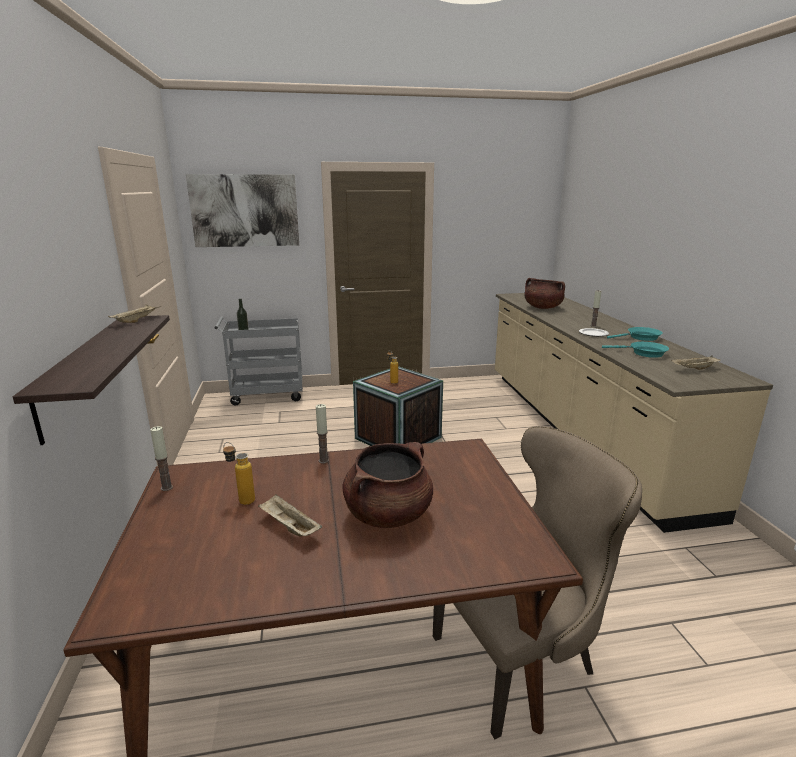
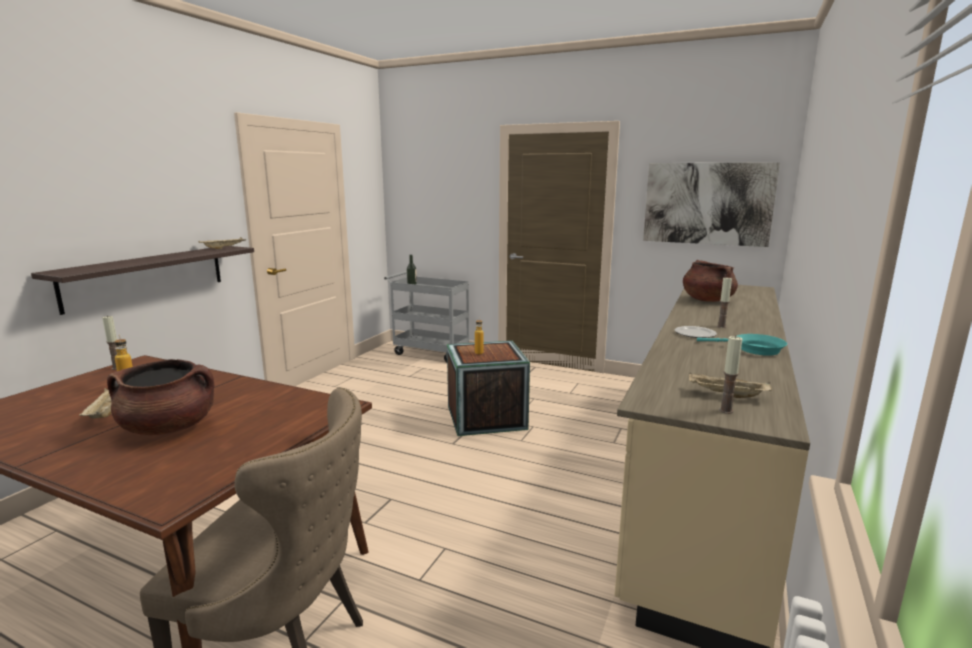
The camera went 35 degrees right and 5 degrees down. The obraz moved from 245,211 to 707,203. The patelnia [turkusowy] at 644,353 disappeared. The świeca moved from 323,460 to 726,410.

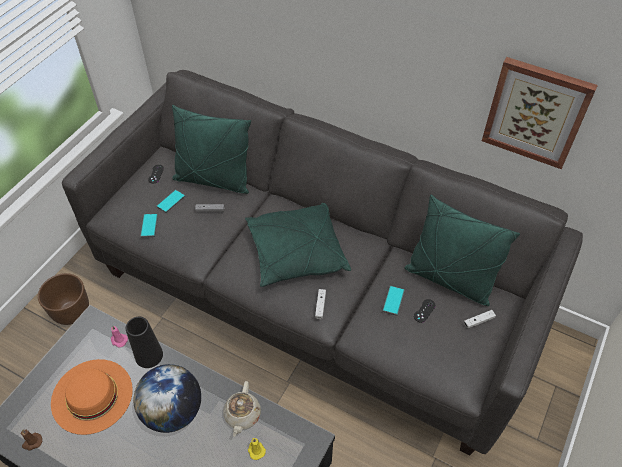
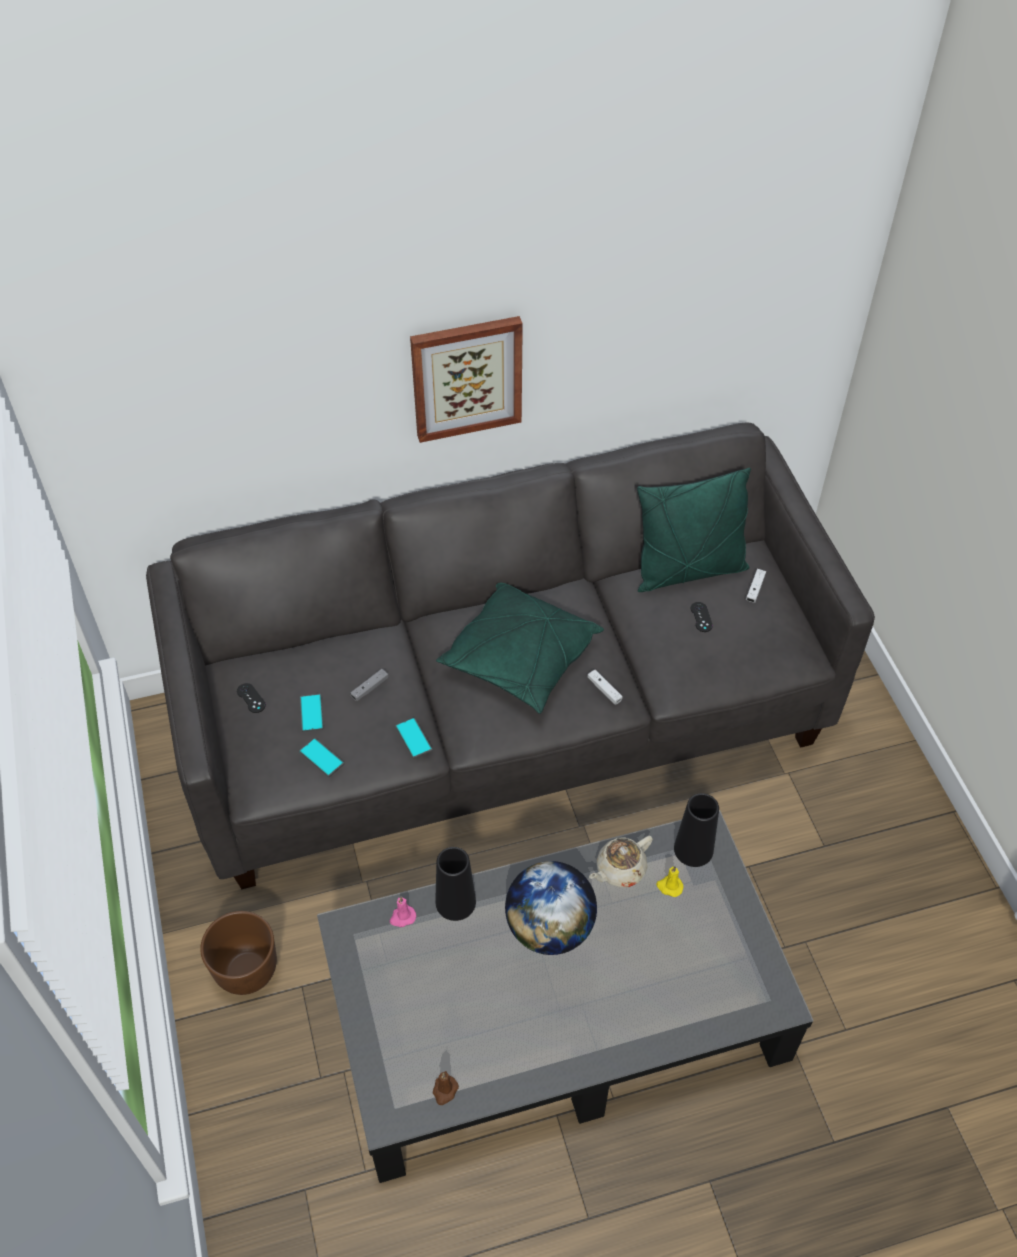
The camera went 45 degrees left and 0 degrees up. The obraz moved from 536,112 to 466,377. The poduszka [zielony] at 213,180 disappeared. The telefon moved from 393,300 to 414,738. The kapelusz [pomarańczowy] at 92,396 disappeared. The imbryk [beżowy] at 242,415 turned 90 degrees clockwise. The wazon [czarny] at 693,849 appeared.

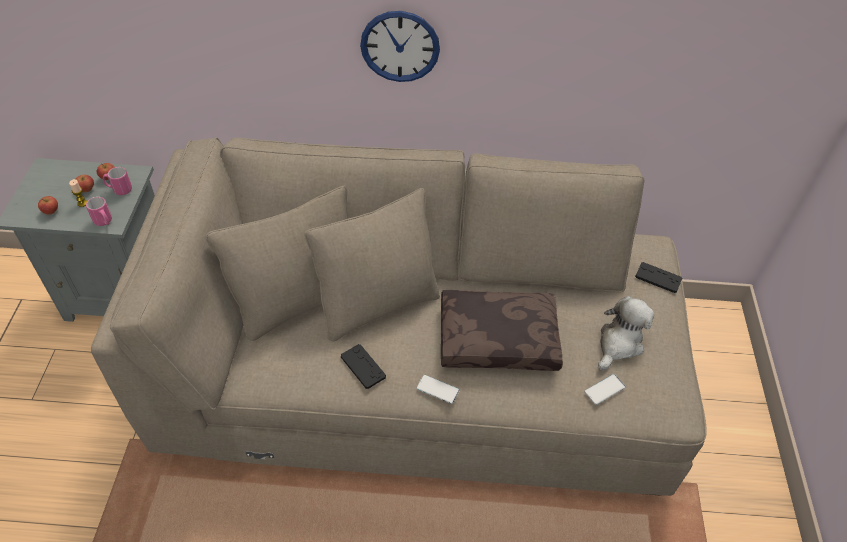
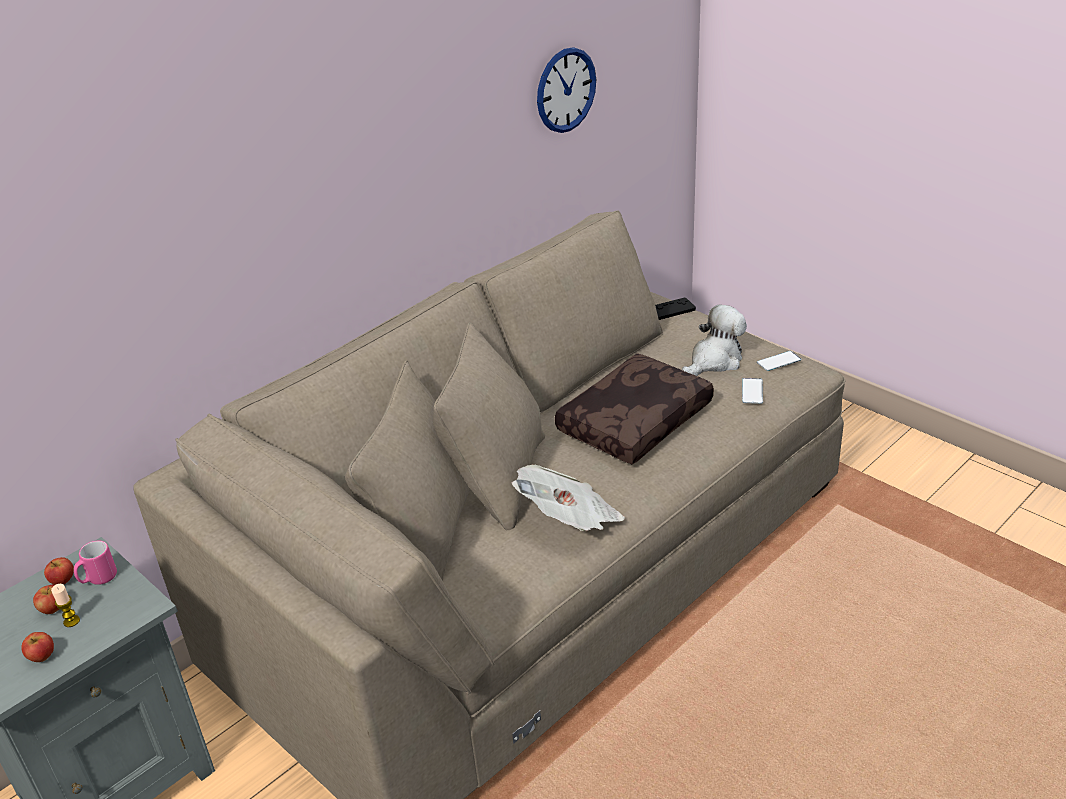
The camera went 45 degrees left and 15 degrees down. The zegar ścienny moved from 400,46 to 566,90. The kubek [różowy] at 104,222 disappeared. The pluszak at 619,343 turned 60 degrees clockwise. The pad do gier [czarny] at 363,367 was replaced by the gazeta at 570,520. The telefon moved from 438,389 to 779,361.

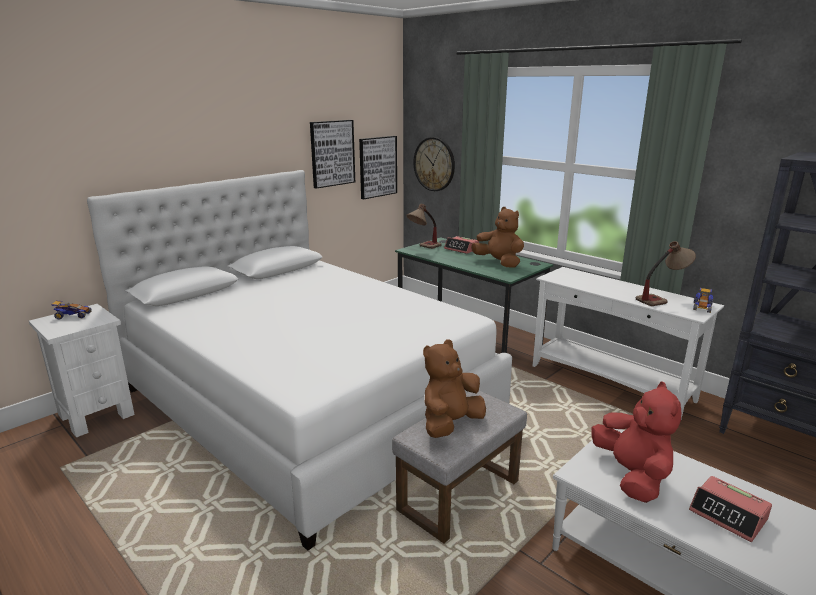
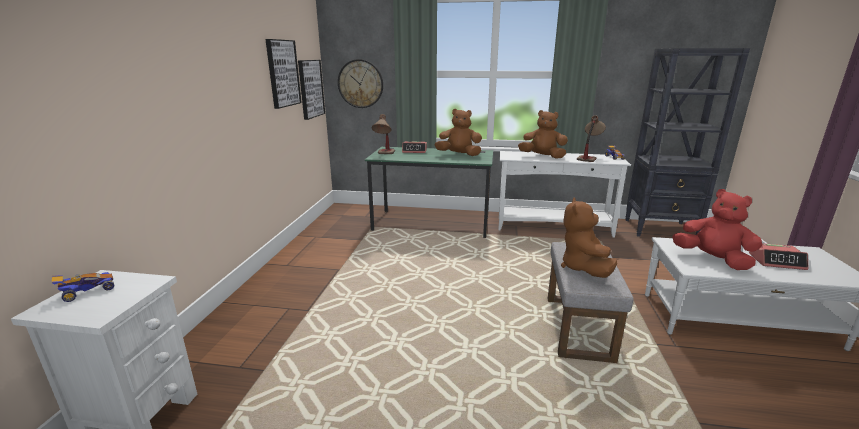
The camera went 35 degrees left and 0 degrees up. The łóżko [biały] at 309,402 disappeared. The pluszak [brązowy] at 542,157 appeared.

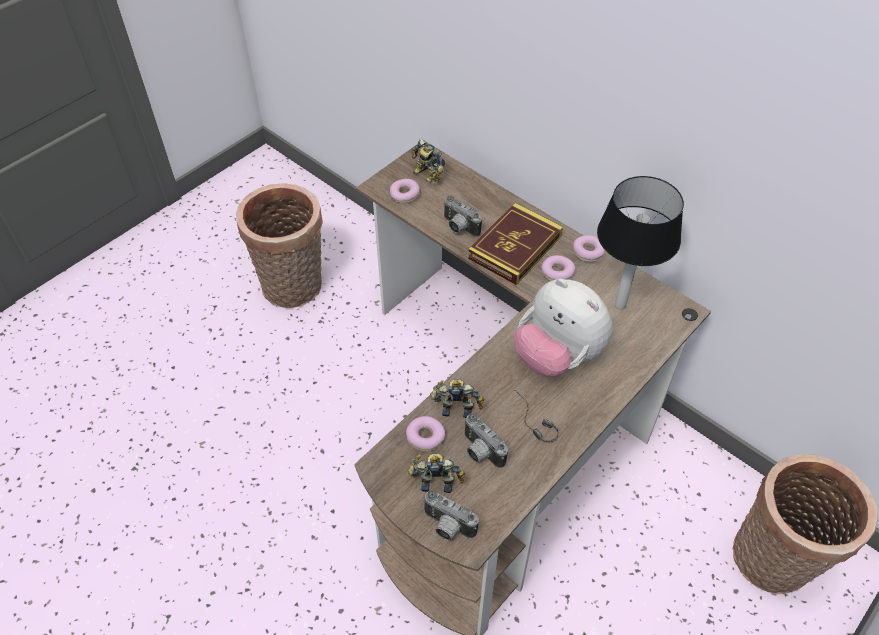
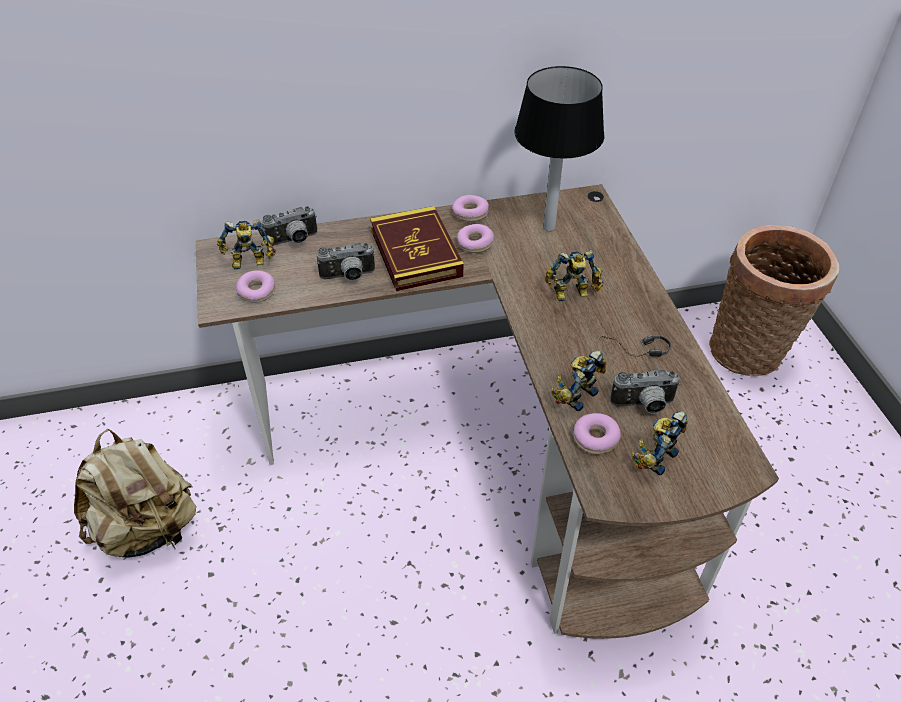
The camera went 55 degrees left and 5 degrees down. The koszyk at 294,288 was replaced by the plecak [beżowy] at 148,529. The pluszak at 557,356 was replaced by the robot zabawkowy at 572,294. The aparat fotograficzny moved from 447,527 to 293,241.

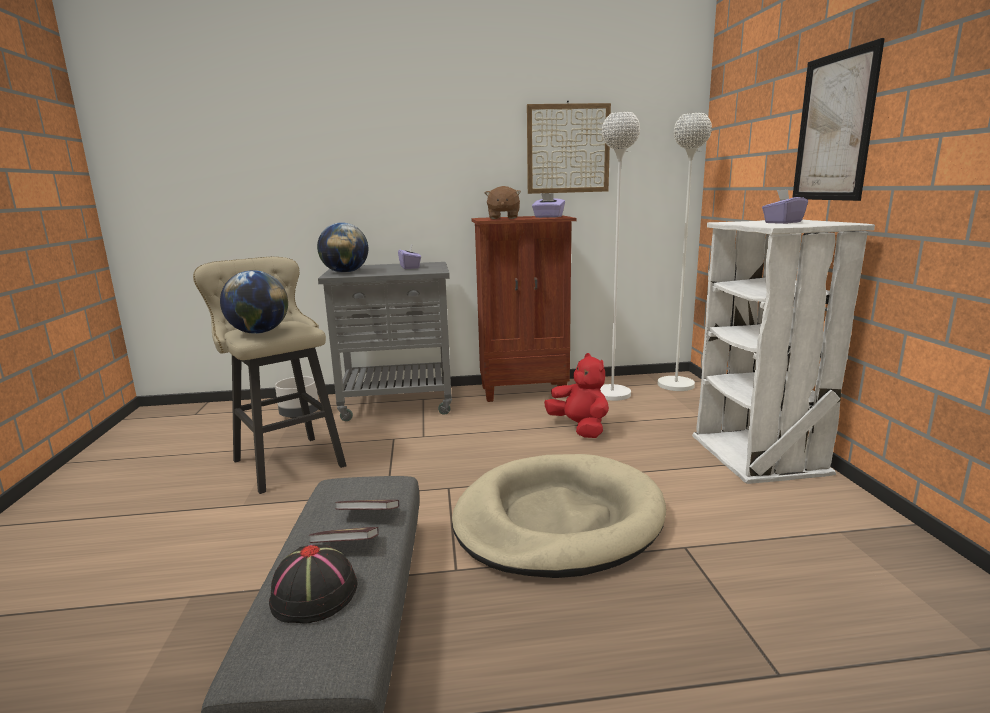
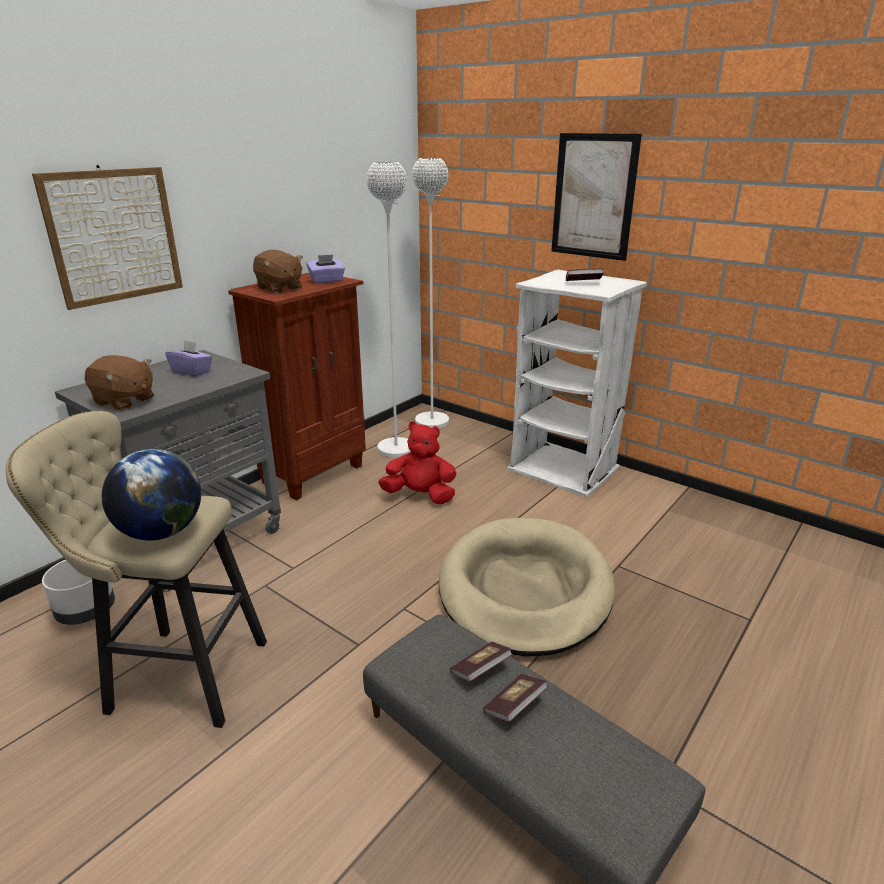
The camera went 45 degrees left and 10 degrees up. The obraz moved from 568,147 to 113,234. The pudełko chusteczek [fioletowy] at 782,222 was replaced by the książka at 583,283. The globus at 345,272 was replaced by the pluszak [brązowy] at 124,401. The kapelusz [czarny] at 314,595 disappeared.

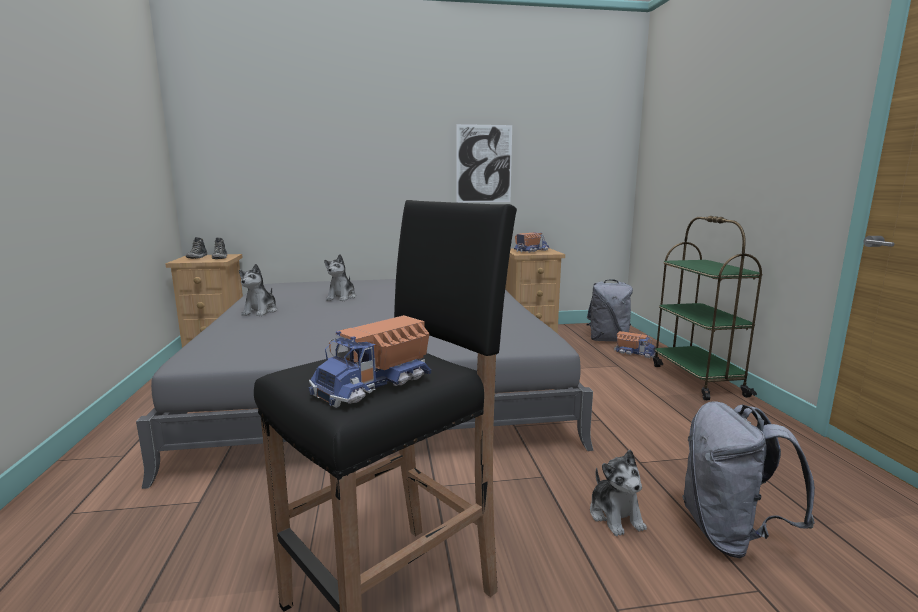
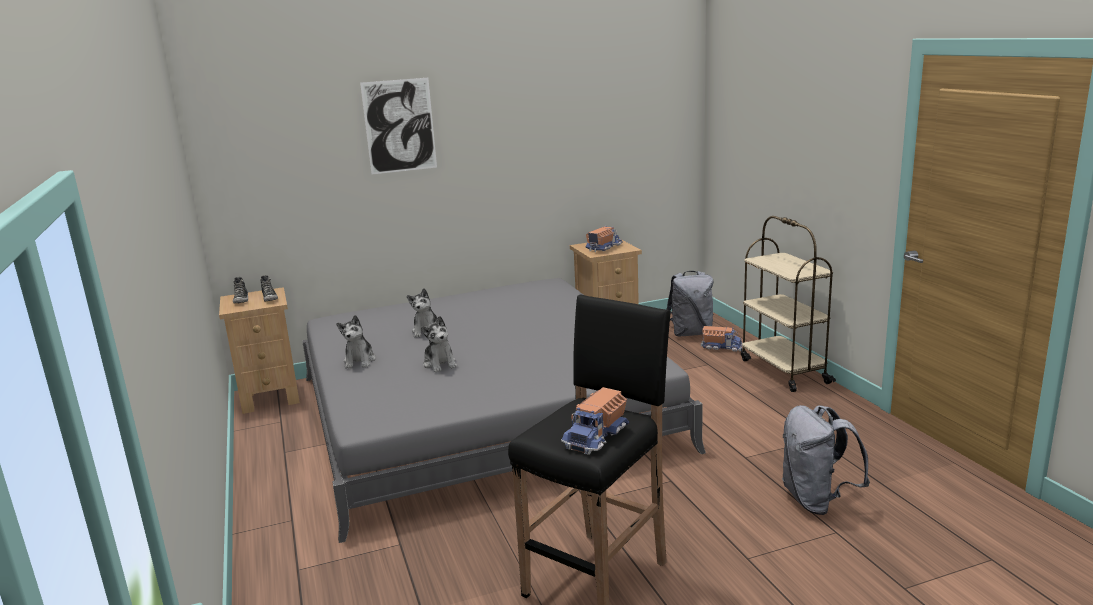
The camera went 10 degrees left and 5 degrees up. The obraz moved from 484,164 to 399,126. The wózek [zielony] at 697,379 became the wózek [beżowy] at 783,370. The pluszak moved from 615,516 to 440,364.

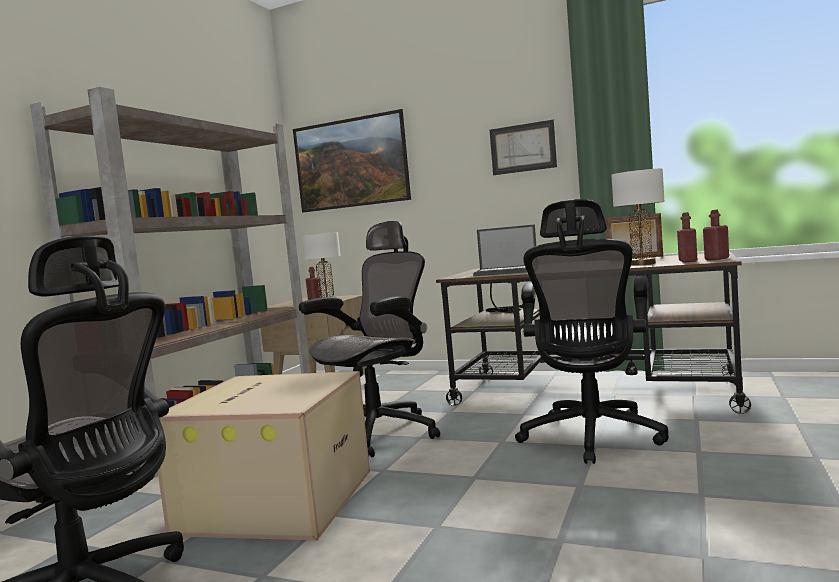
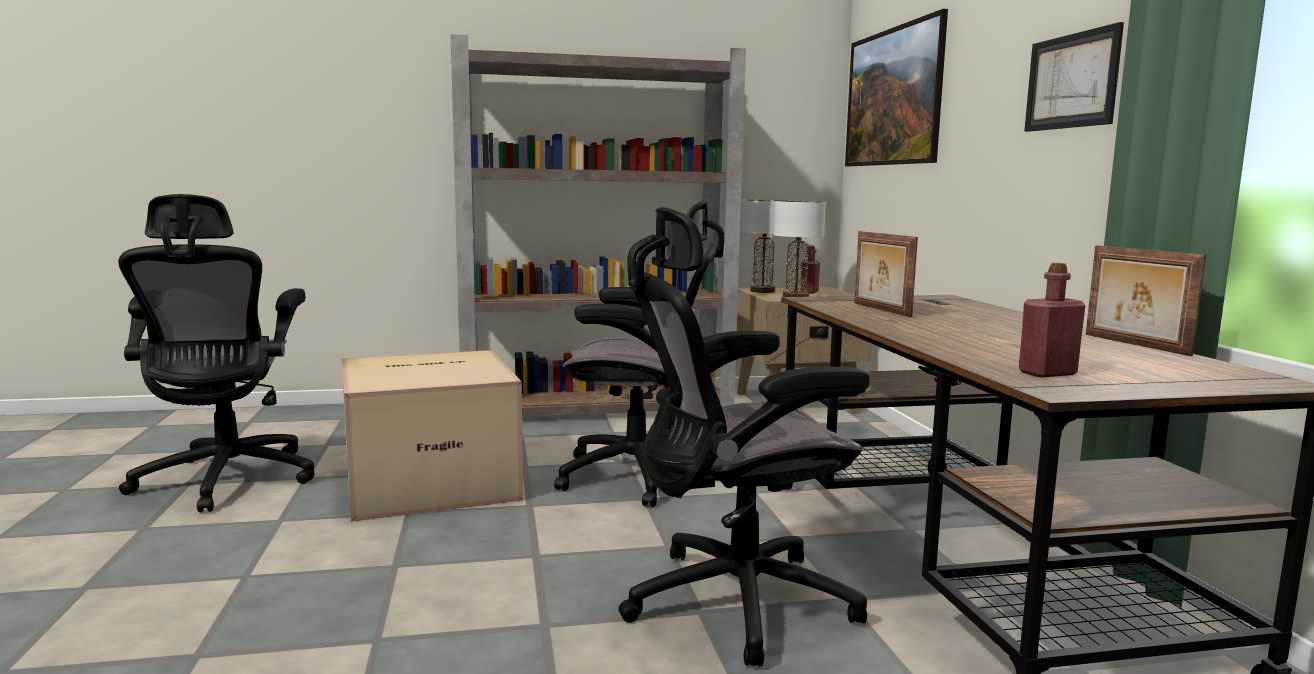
The camera went 55 degrees right and 5 degrees up. The lampa stołowa moved from 641,264 to 762,291. The butelka [czerwony] at 716,259 disappeared. The laptop at 507,271 was replaced by the ramka na zdjęcie at 880,309.

